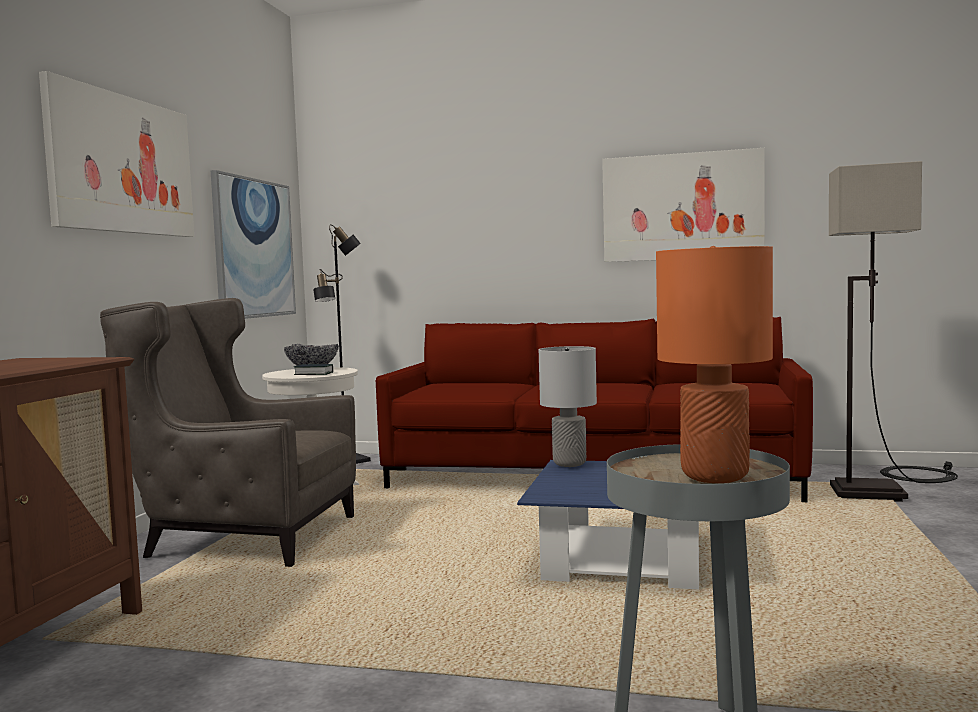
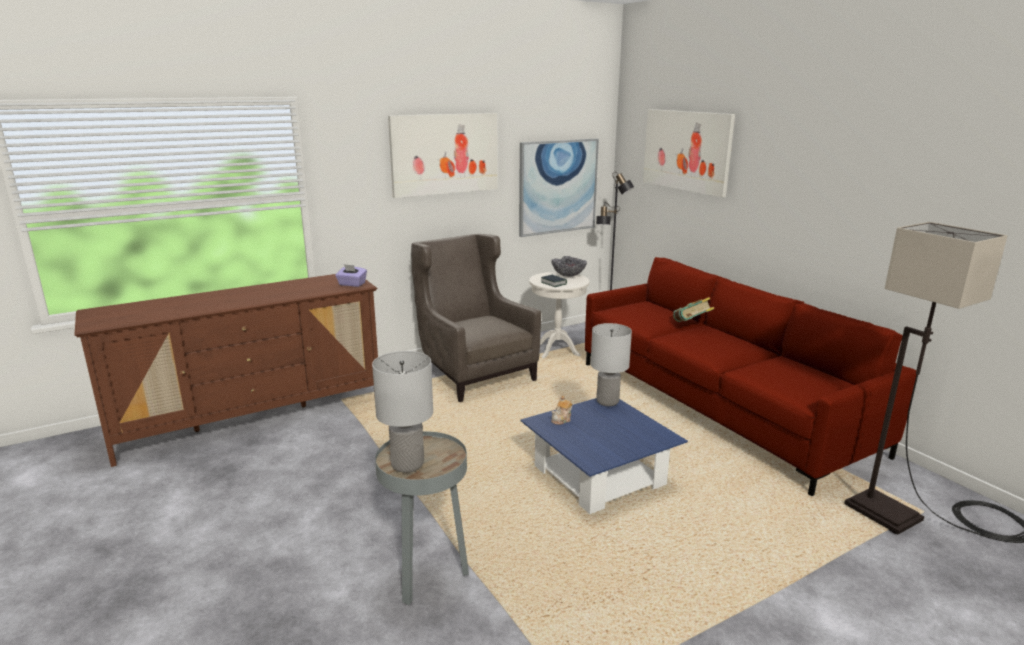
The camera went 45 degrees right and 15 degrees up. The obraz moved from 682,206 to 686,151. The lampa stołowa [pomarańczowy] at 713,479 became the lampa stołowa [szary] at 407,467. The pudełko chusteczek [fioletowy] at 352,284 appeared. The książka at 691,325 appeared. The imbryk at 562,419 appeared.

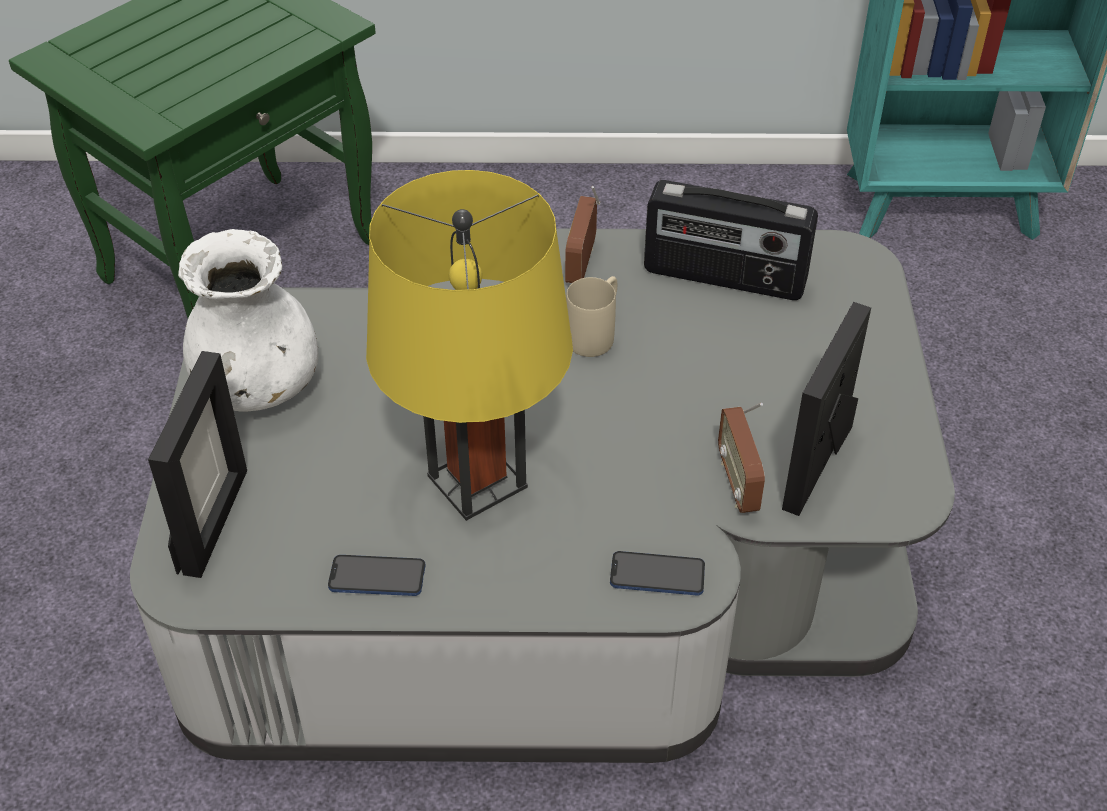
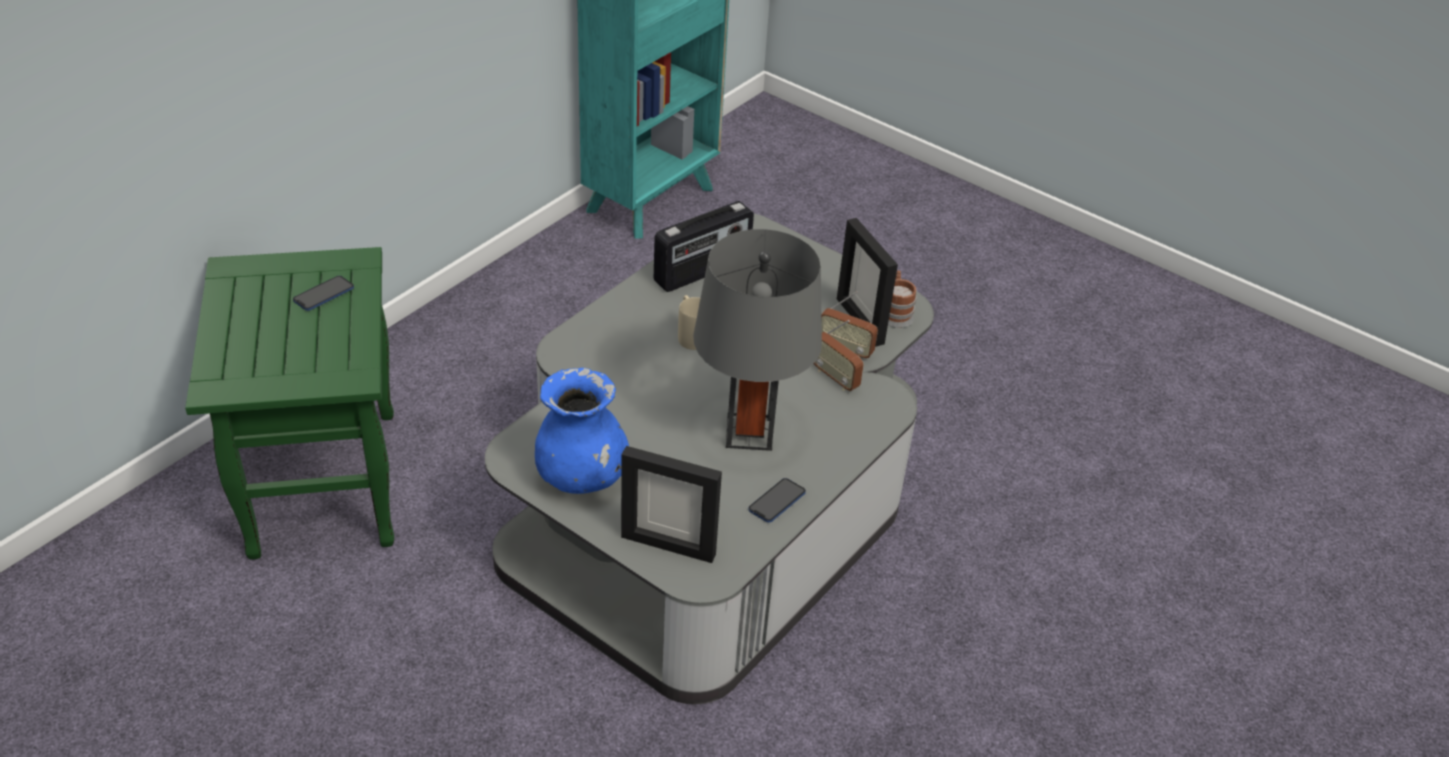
The camera went 55 degrees left and 5 degrees down. The lampa stołowa [żółty] at 477,482 became the lampa stołowa [szary] at 749,432. The radio moved from 582,264 to 835,378. The wazon [biały] at 258,387 became the wazon [niebieski] at 582,476. The ramka na zdjęcie at 213,521 turned 150 degrees clockwise. The telefon moved from 657,575 to 324,294. The kubek at 895,313 appeared.

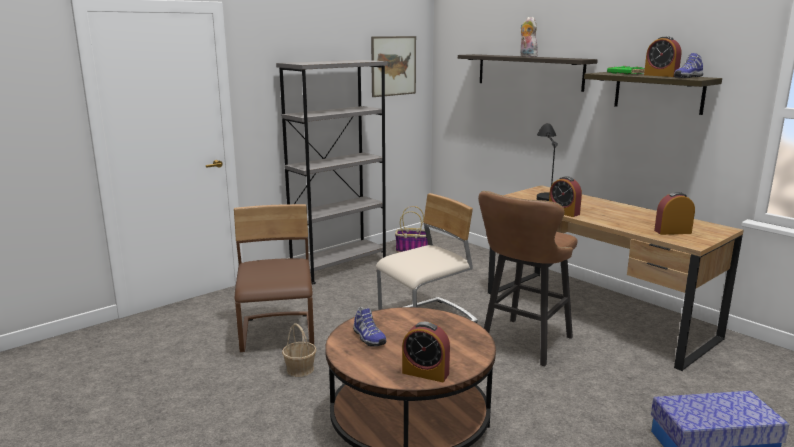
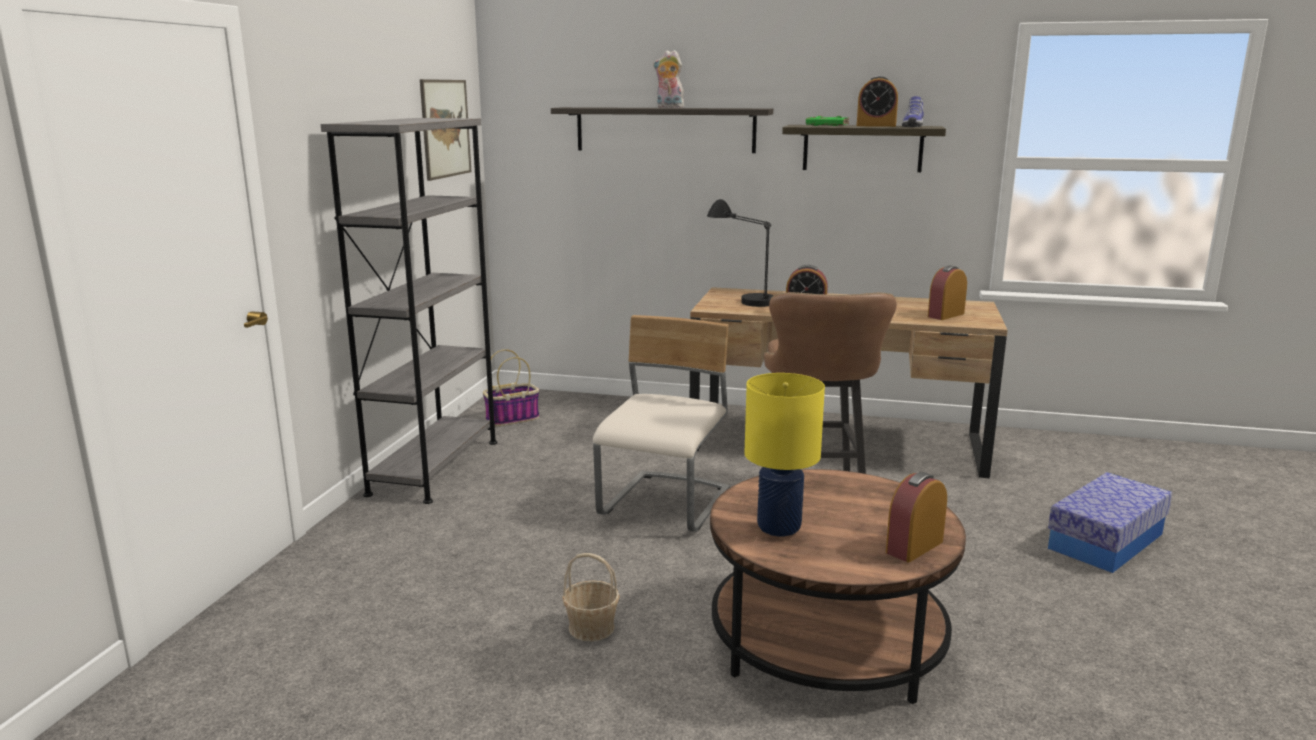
The camera went 35 degrees left and 0 degrees up. The krzesło [brązowy] at 278,334 disappeared. The but at 368,338 was replaced by the lampa stołowa [żółty] at 778,530. The budzik at 425,373 turned 150 degrees clockwise.

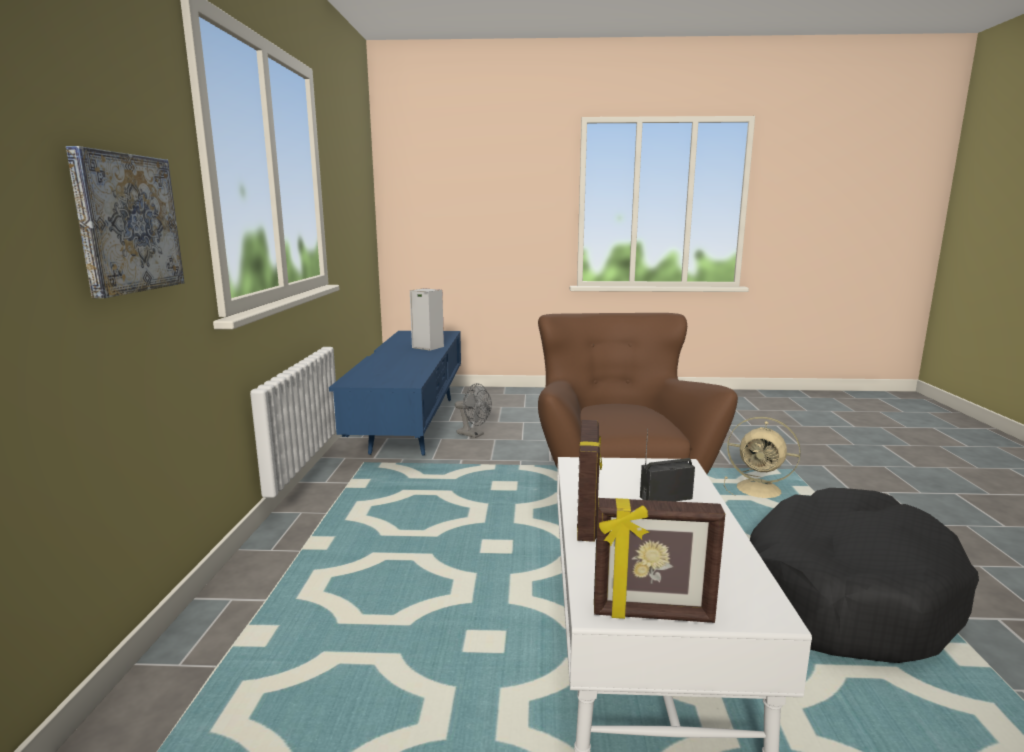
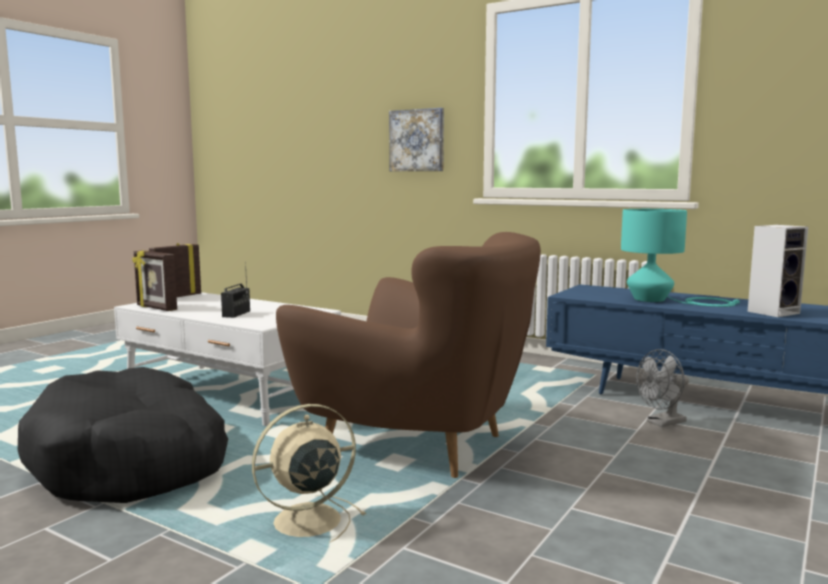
The camera went 120 degrees right and 5 degrees down. The ramka na zdjęcie moved from 588,520 to 156,308. The lampa stołowa [turkusowy] at 672,300 appeared.

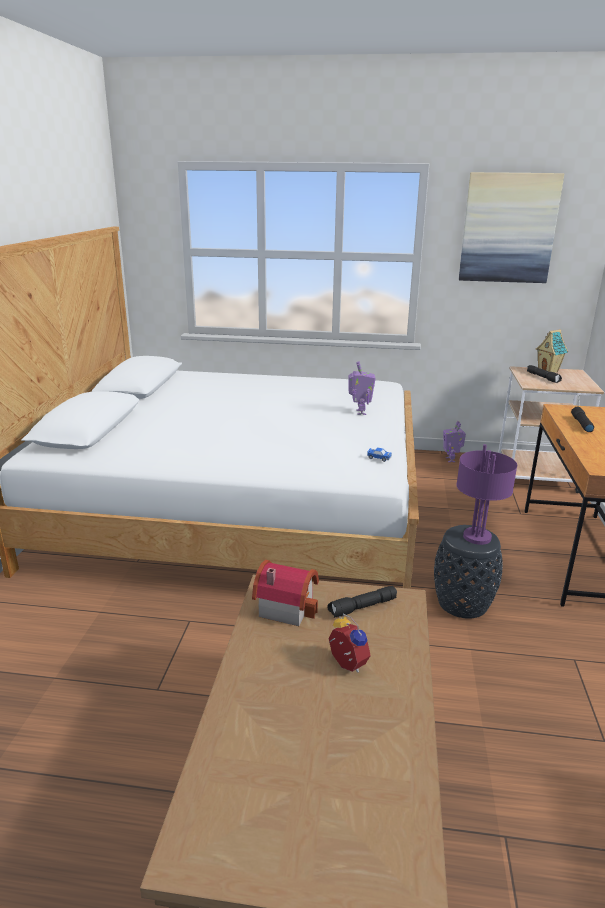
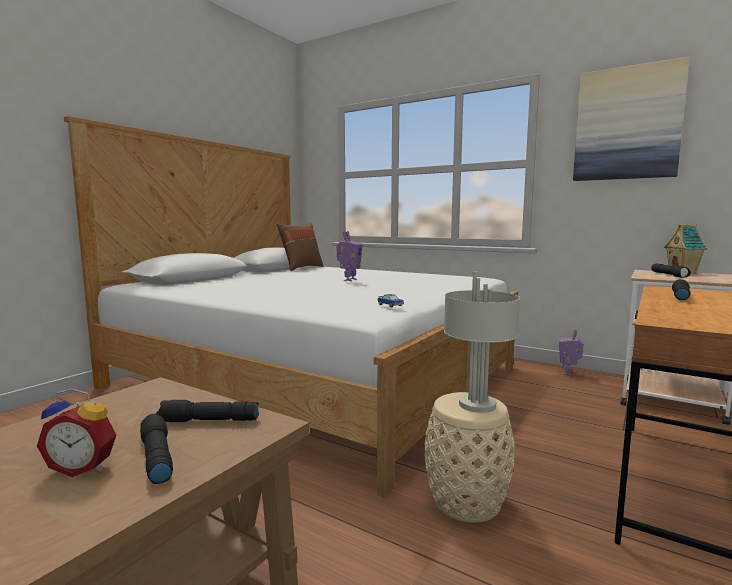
The camera went 25 degrees right and 15 degrees down. The robot zabawkowy moved from 360,412 to 349,280. The lampa stołowa [fioletowy] at 477,536 became the lampa stołowa [szary] at 478,404. The stołek [czarny] at 463,603 became the stołek [beżowy] at 467,502. The domek at 285,606 disappeared. The budzik at 345,665 turned 105 degrees clockwise. The poduszka [brązowy] at 301,268 appeared. The latarka [czarny] at 155,457 appeared.

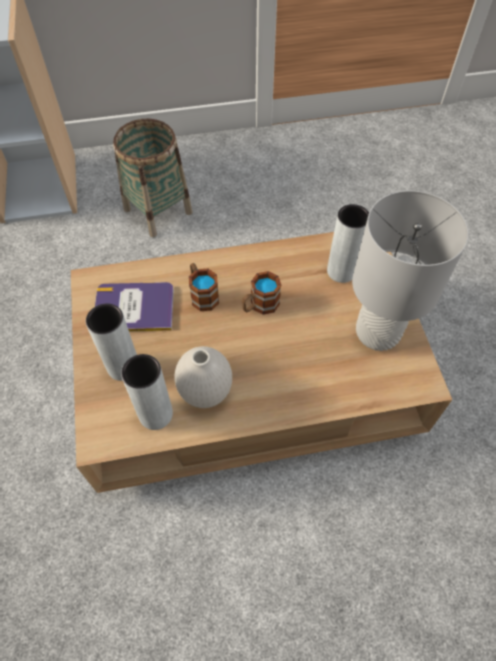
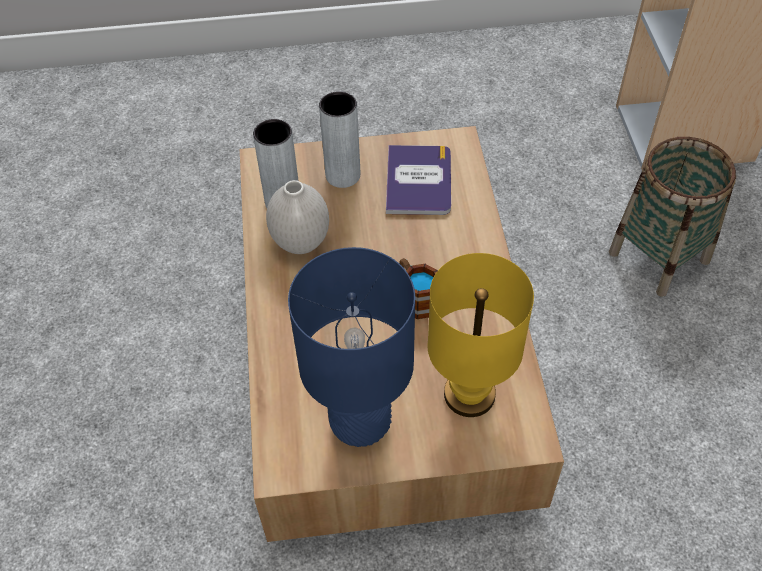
The camera went 95 degrees right and 5 degrees down. The lampa stołowa [szary] at 377,335 became the lampa stołowa [niebieski] at 360,425. The wazon [szary] at 341,271 was replaced by the lampa stołowa [żółty] at 470,395. The kubek at 202,295 disappeared.

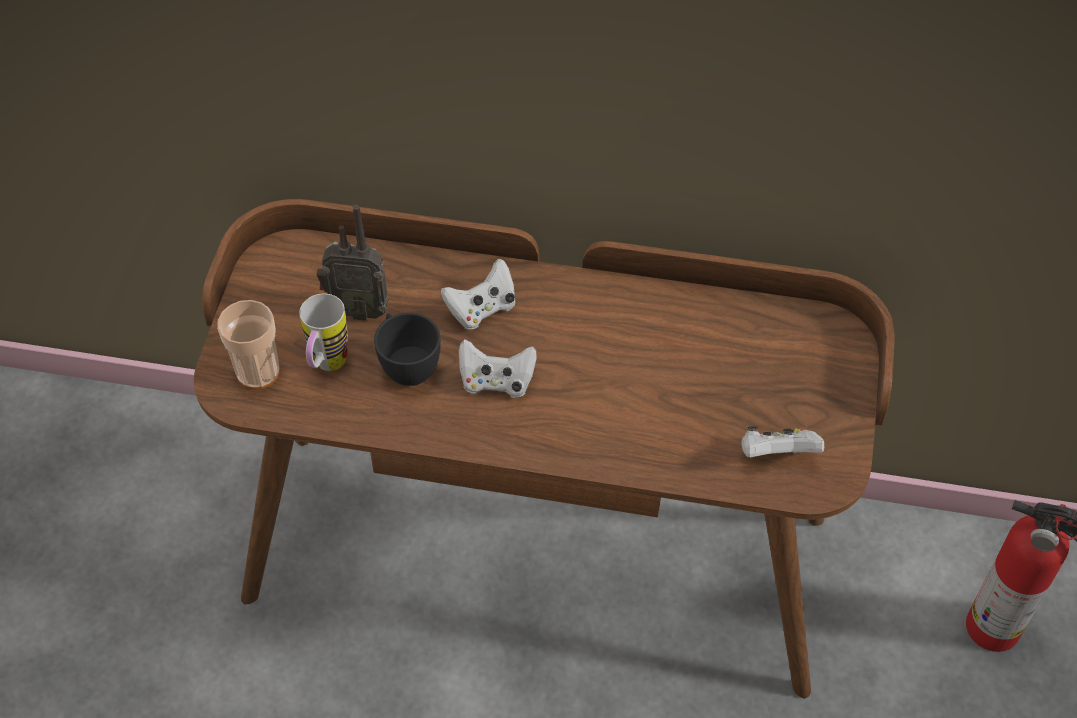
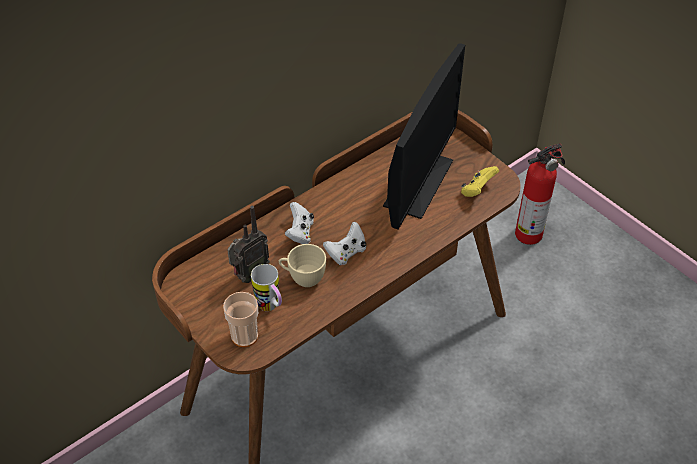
The camera went 50 degrees left and 5 degrees down. The filiżanka [czarny] at 407,365 became the filiżanka [beżowy] at 303,278. The pad do gier [biały] at 776,455 became the pad do gier [żółty] at 477,190. The monitor at 418,183 appeared.

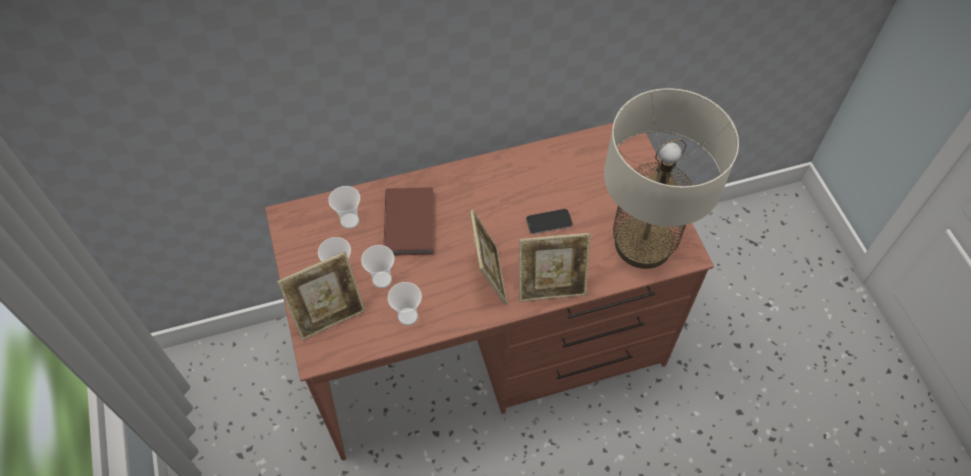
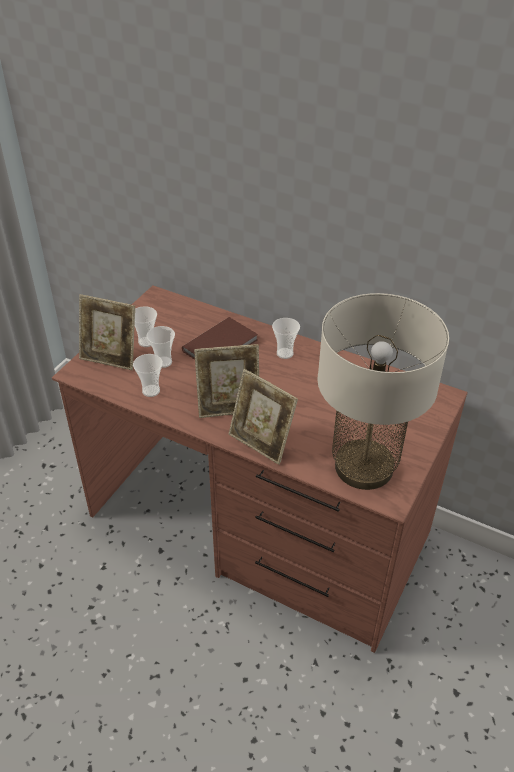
The camera went 45 degrees right and 15 degrees down. The filiżanka moved from 349,221 to 285,353. The ramka na zdjęcie at 488,276 turned 45 degrees clockwise. The telefon at 549,222 disappeared.

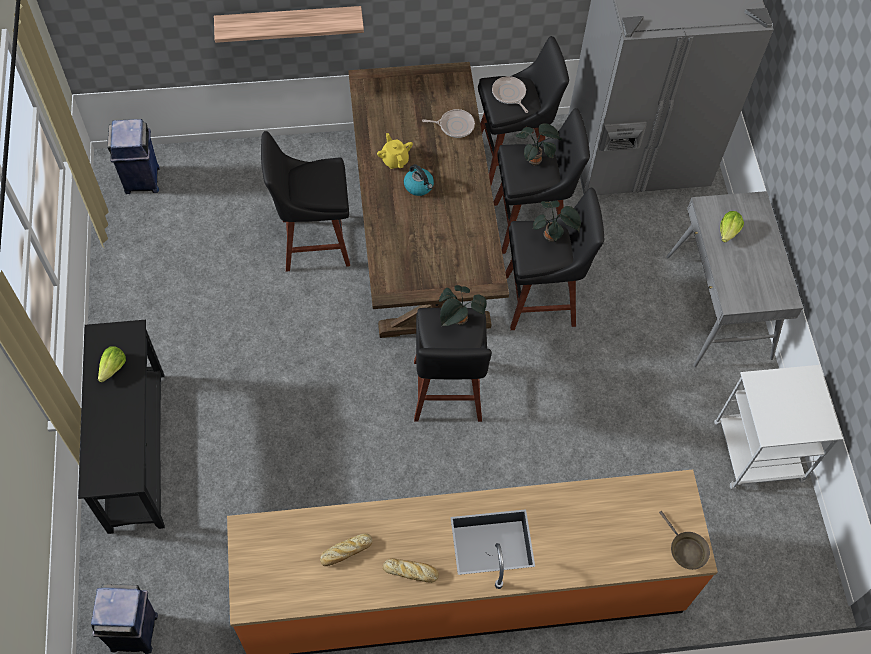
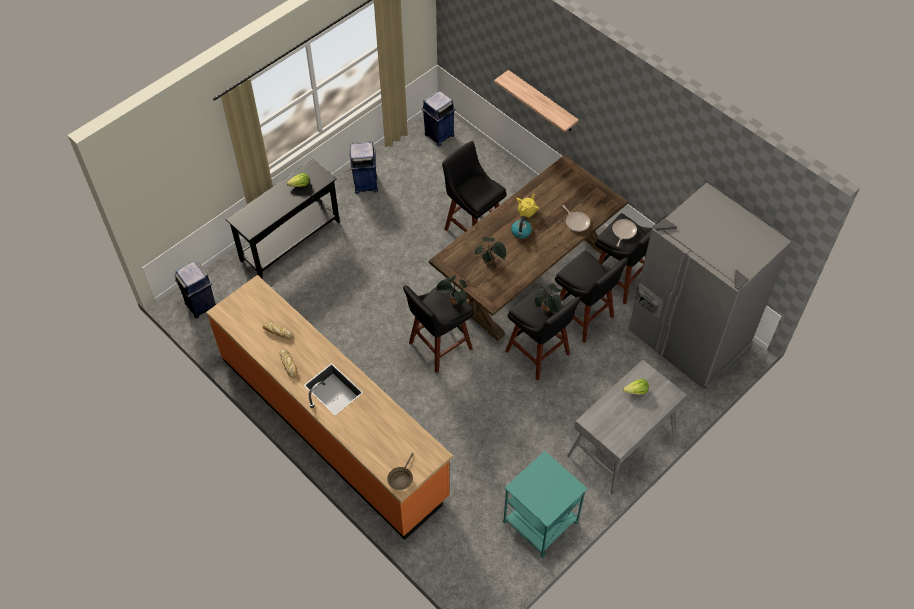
The camera went 55 degrees right and 5 degrees down. The roślina doniczkowa moved from 536,160 to 489,262. The wózek [biały] at 758,453 became the wózek [turkusowy] at 540,523. The kosz na śmieci [niebieski] at 365,184 appeared.

